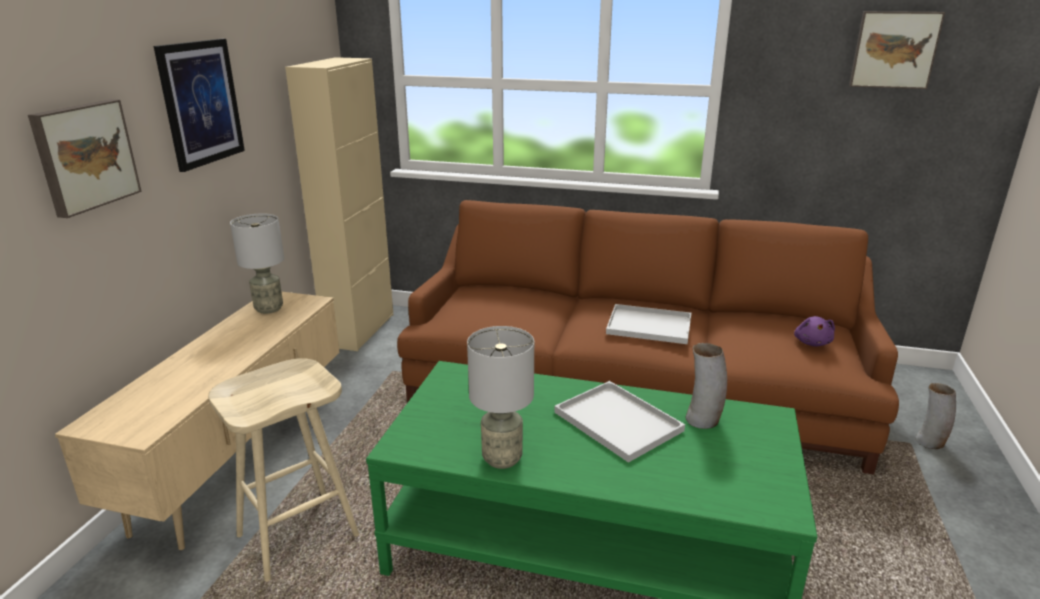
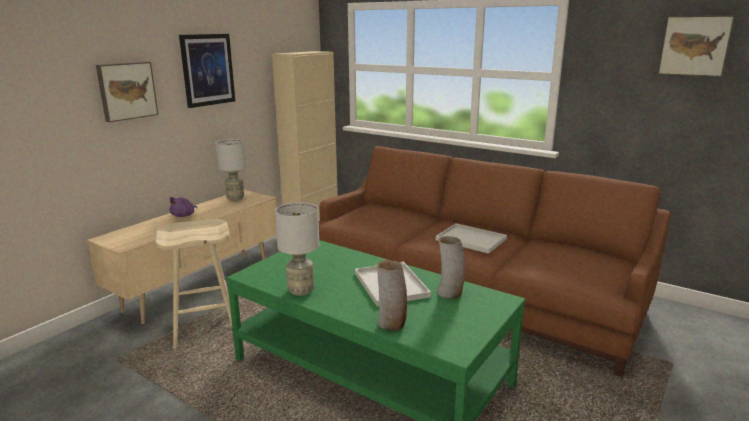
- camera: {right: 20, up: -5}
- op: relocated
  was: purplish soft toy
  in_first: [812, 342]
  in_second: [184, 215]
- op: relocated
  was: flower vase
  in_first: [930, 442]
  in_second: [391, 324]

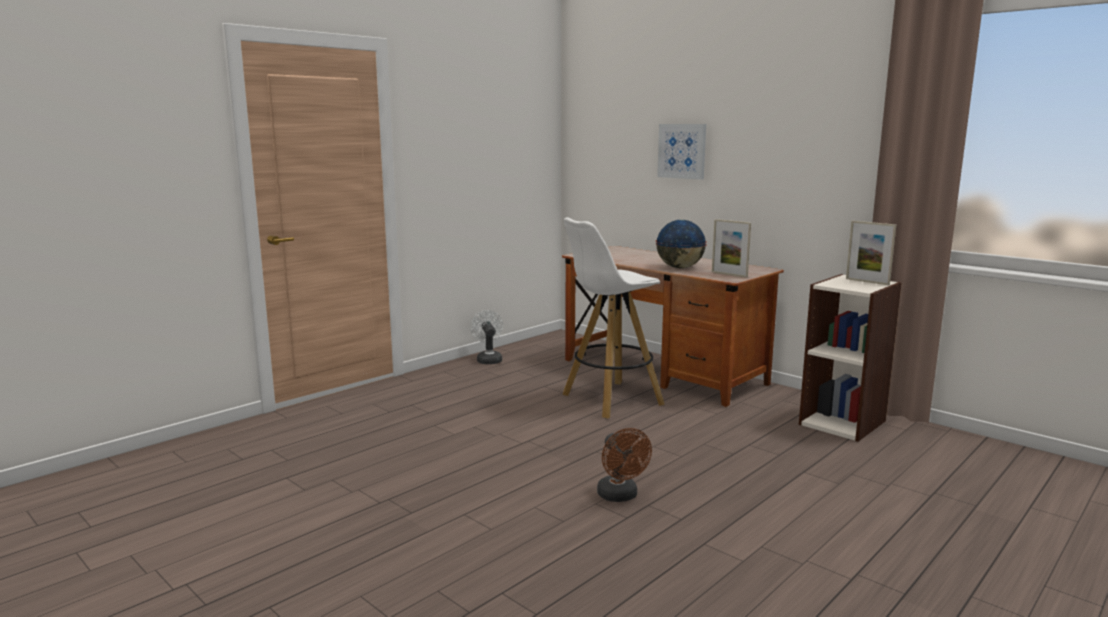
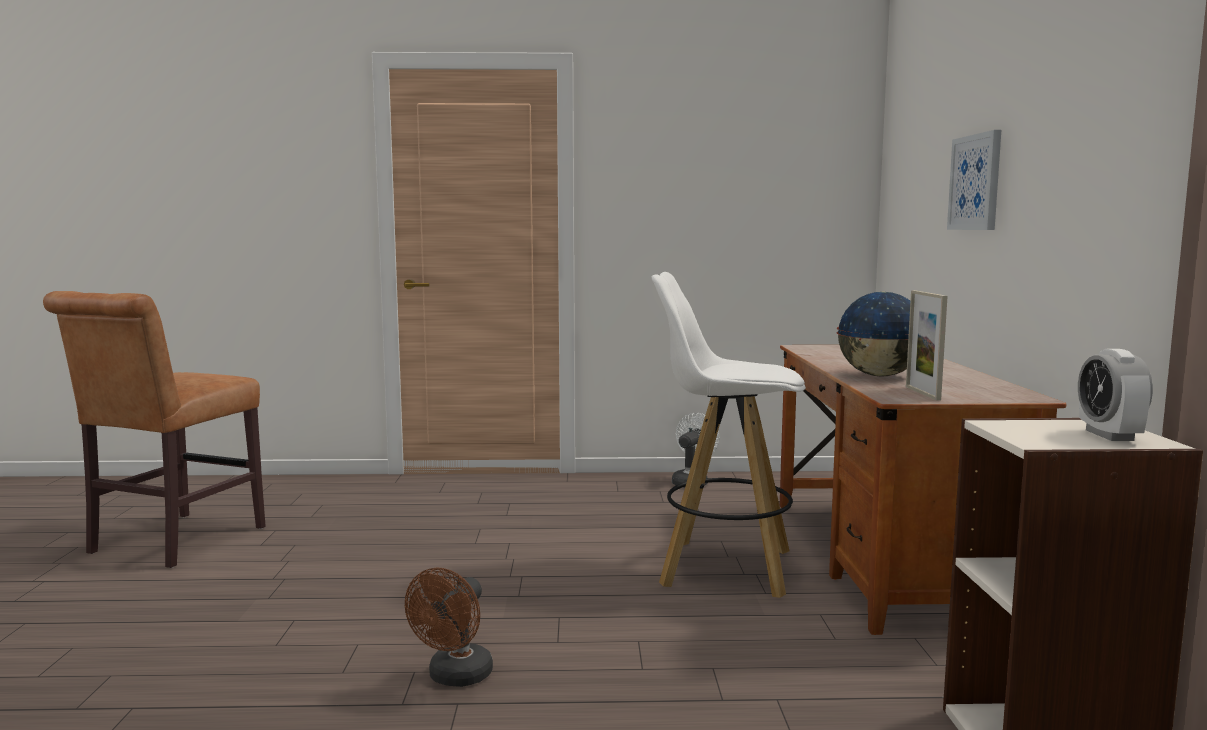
- camera: {right: 45, up: -5}
- op: exchanged
  was: standing frame
  now: table clock
  in_first: [867, 282]
  in_second: [1109, 435]
- op: appeared
  now: brownish upright chair
  in_second: [171, 543]

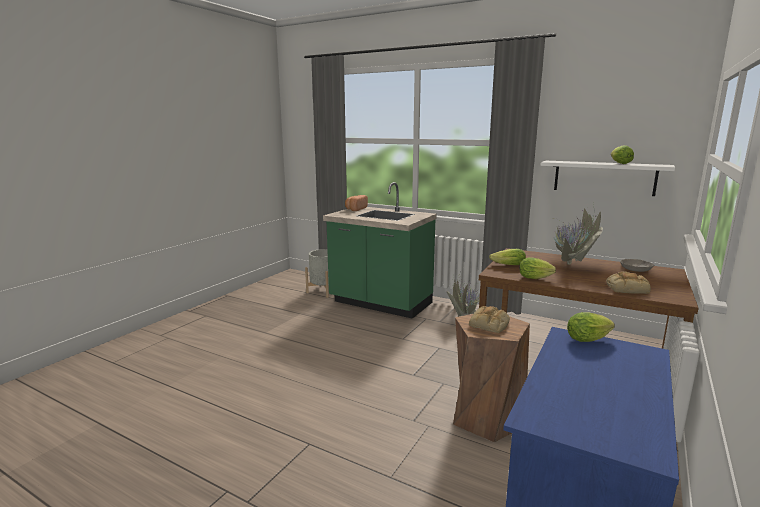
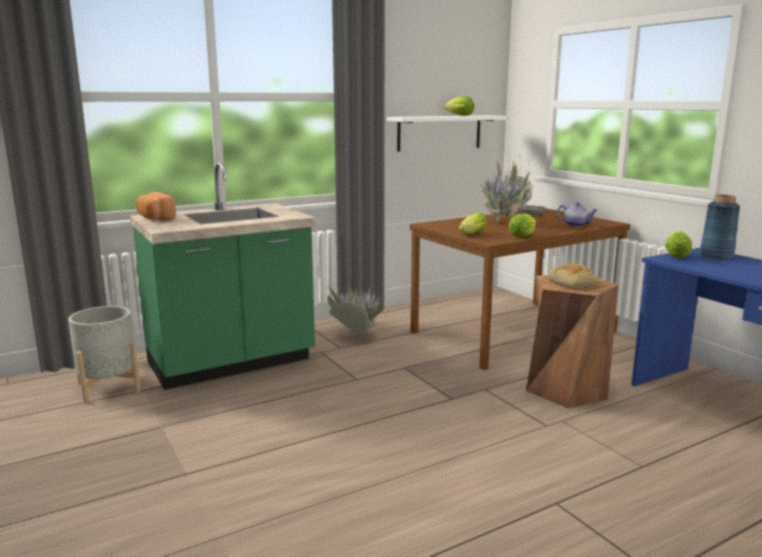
- camera: {right: -60, up: 0}
- op: exchanged
  was: bakery bread
  now: tea pot
  in_first: [627, 288]
  in_second: [576, 225]
- op: appeared
  now: blue-coloured flower vase
  in_second: [716, 256]

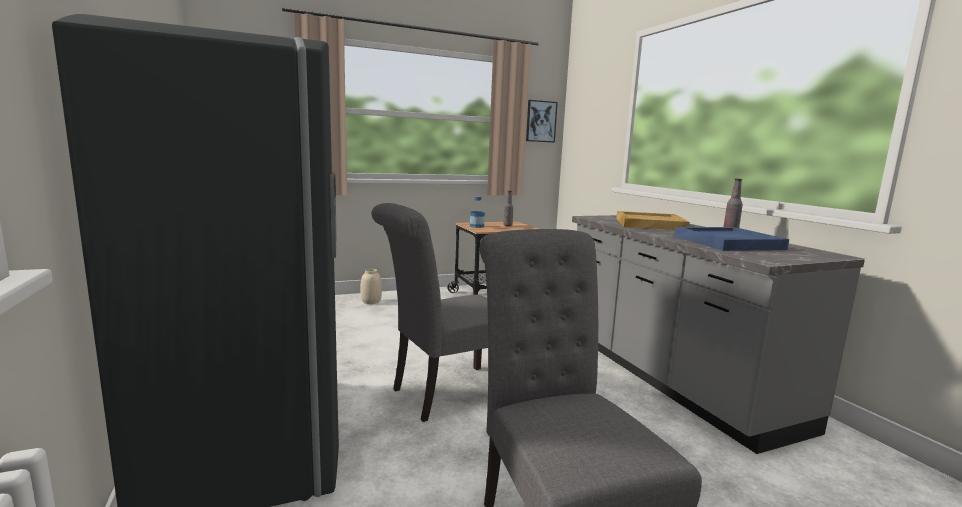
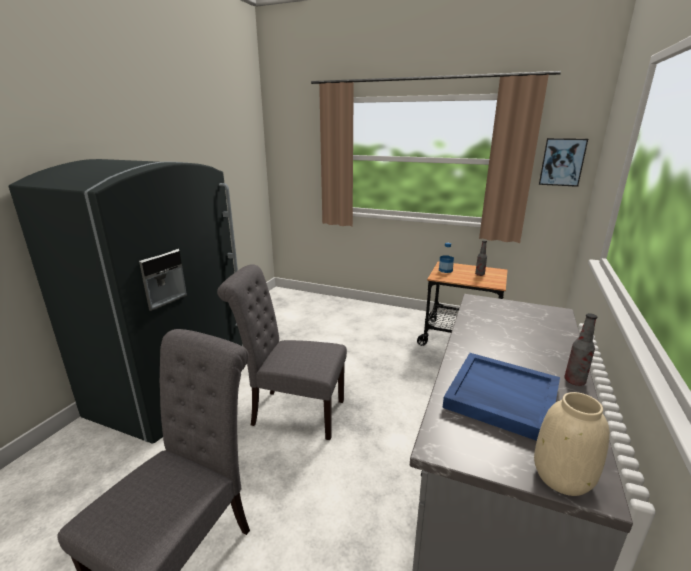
- camera: {right: 45, up: 10}
- op: relocated
  was: beige flower vase
  in_first: [370, 301]
  in_second: [561, 476]
- op: missing
  was: beige carrying tray
  in_first: [649, 224]

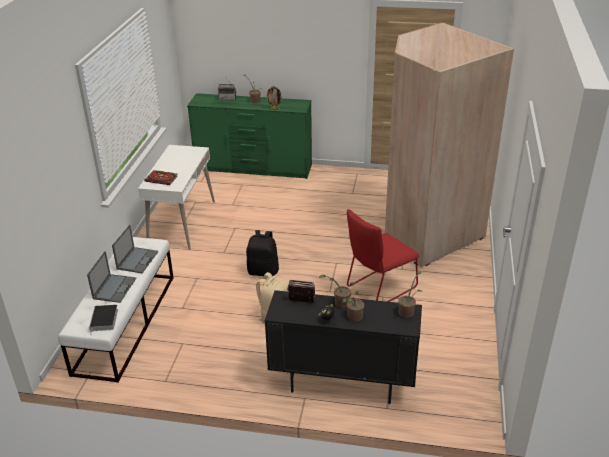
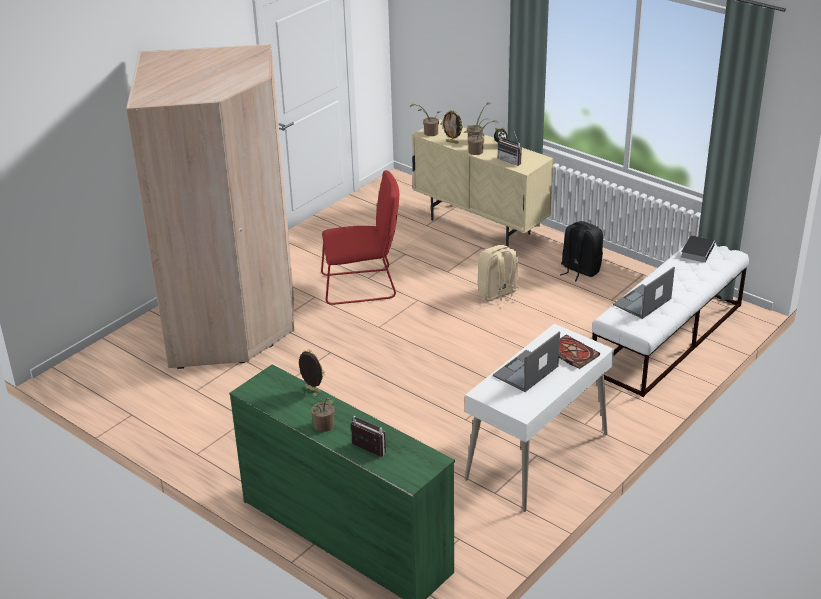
- camera: {right: -150, up: 0}
- op: relocated
  was: laptop
  in_first: [114, 288]
  in_second: [525, 372]
- op: relocated
  was: blackish backpack
  in_first: [263, 271]
  in_second: [579, 270]
- op: colour
  was: blackish storage cabinet
  now: beige storage cabinet
  in_first: [342, 383]
  in_second: [480, 227]
- op: appeared
  now: standing frame
  in_second: [452, 142]

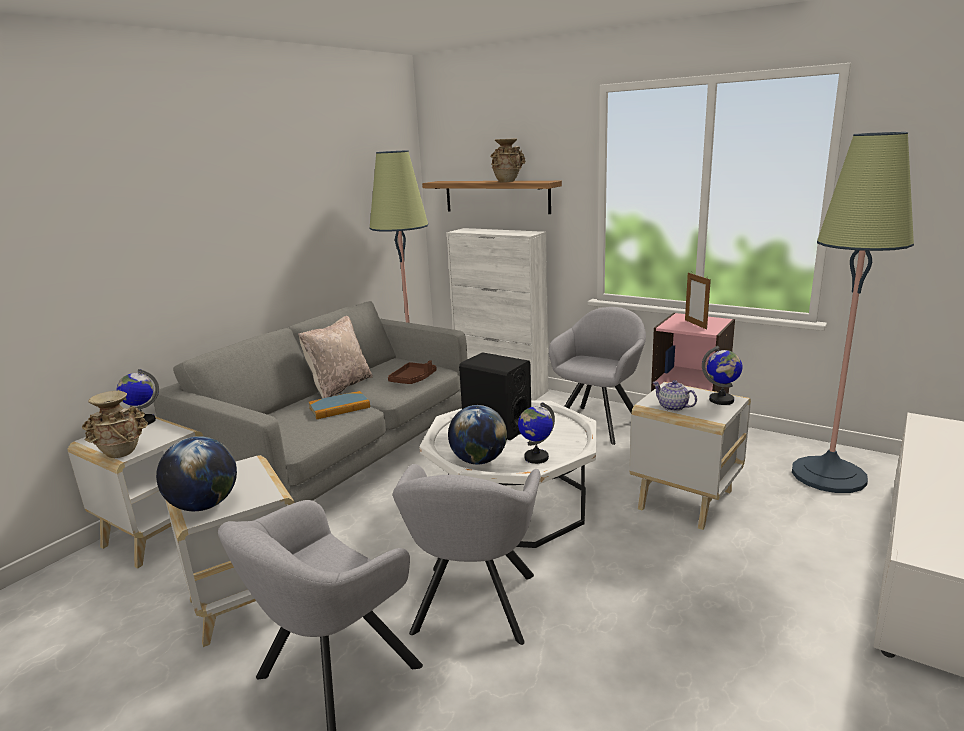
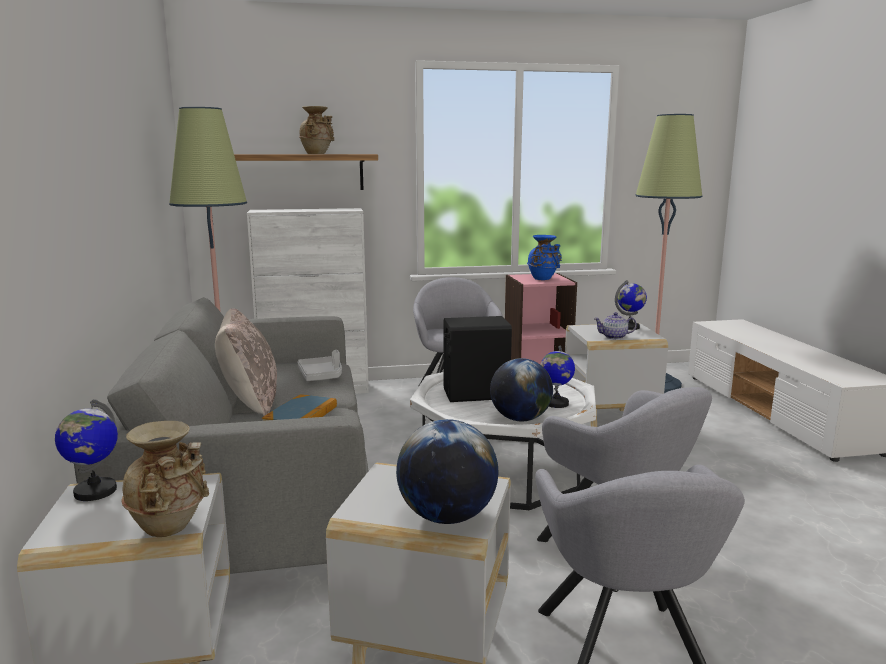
- camera: {right: -45, up: -5}
- op: colour
  was: brownish carrying tray
  now: gray carrying tray
  in_first: [413, 379]
  in_second: [321, 376]
- op: exchanged
  was: standing frame
  now: blue-coloured flower vase
  in_first: [695, 324]
  in_second: [543, 279]

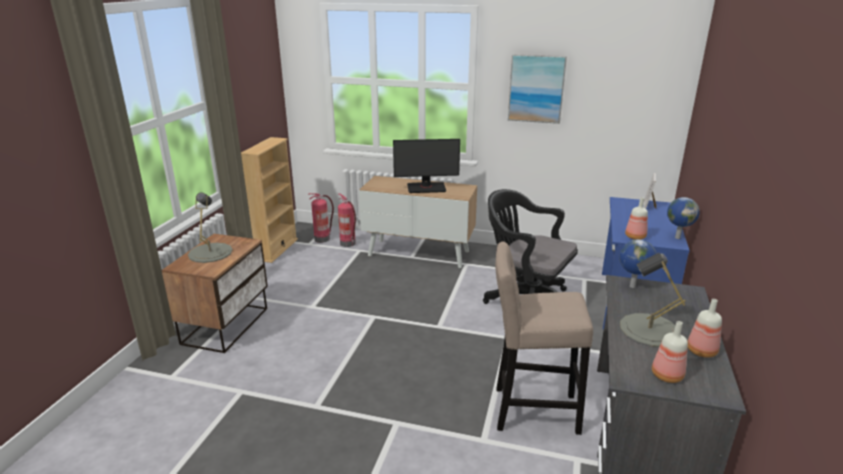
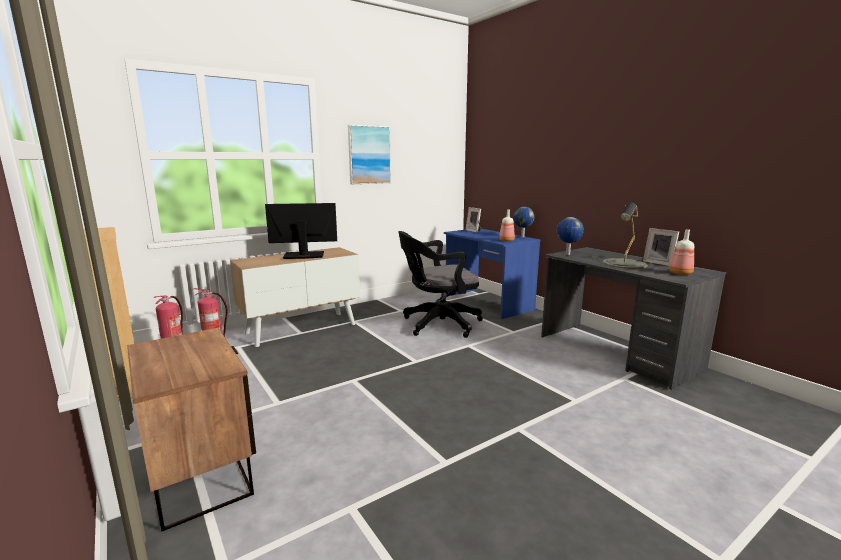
- camera: {right: -50, up: -10}
- op: missing
  was: gray table lamp
  in_first: [210, 253]
- op: spun
  was: computer display
  in_first: [426, 188]
  in_second: [304, 255]
  clockwise: -135
- op: missing
  was: beige stool
  in_first: [530, 410]
- op: exchanged
  was: drink bottle
  now: standing frame
  in_first: [702, 352]
  in_second: [659, 263]

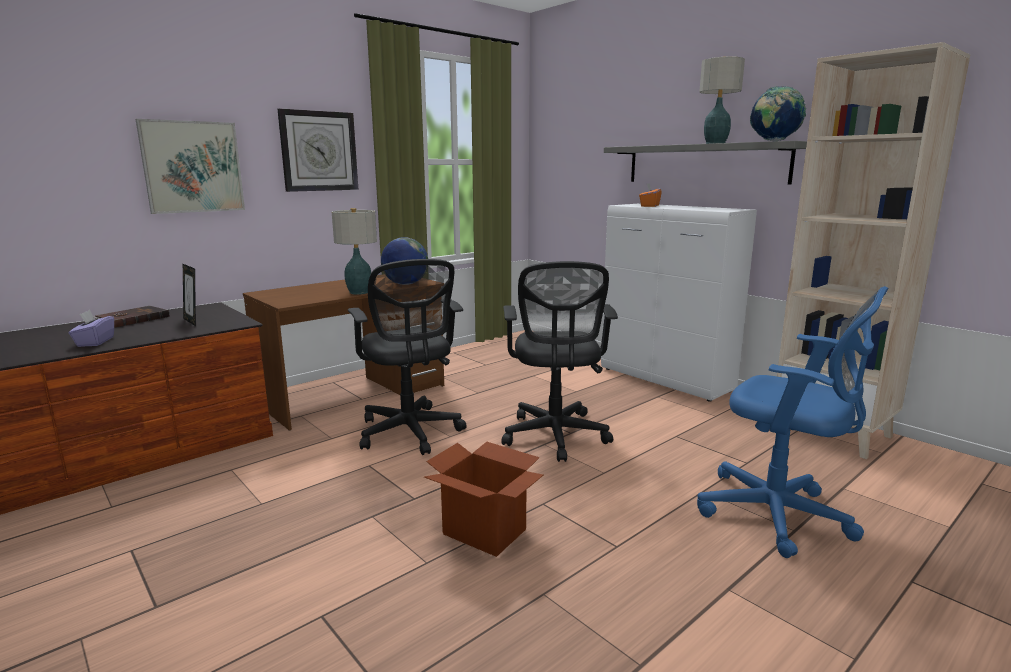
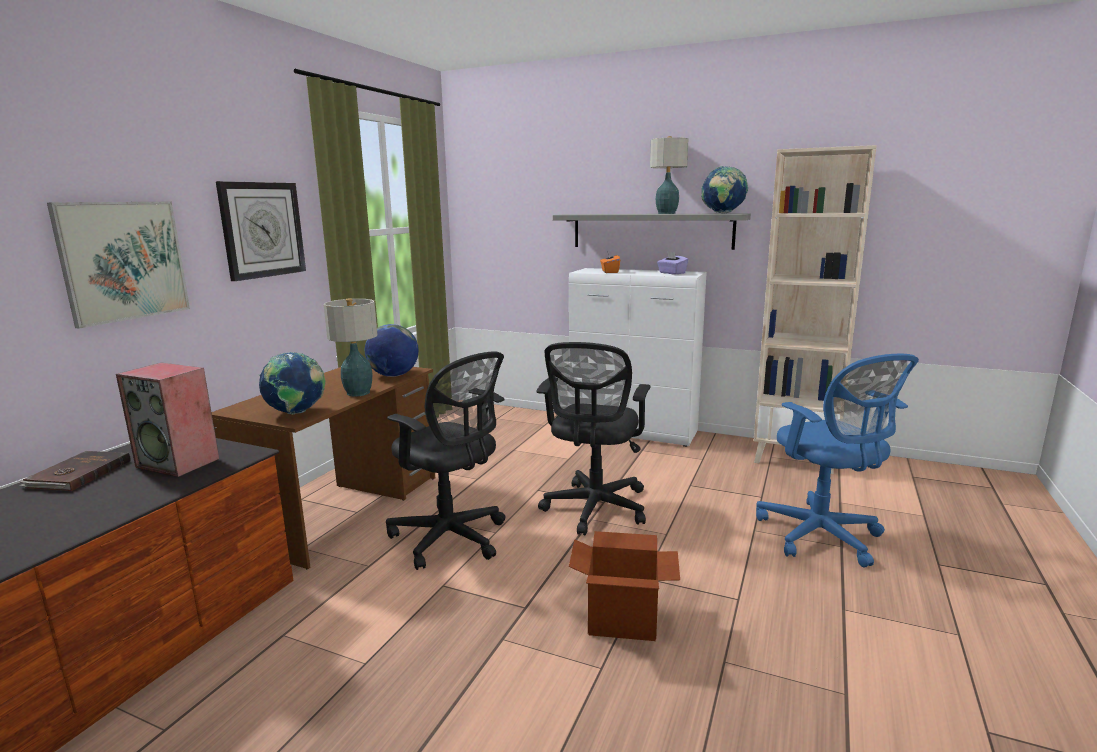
- camera: {right: -25, up: 0}
- op: relocated
  was: purplish tissue holder
  in_first: [95, 342]
  in_second: [671, 273]
- op: exchanged
  was: standing frame
  now: speaker
  in_first: [193, 321]
  in_second: [179, 462]
- op: spun
  was: blackish desk chair
  in_first: [555, 437]
  in_second: [594, 510]
  clockwise: 45
- op: spun
  was: blue-coloured desk chair
  in_first: [780, 516]
  in_second: [822, 537]
  clockwise: 60
- op: appeared
  now: world globe
  in_second: [296, 413]

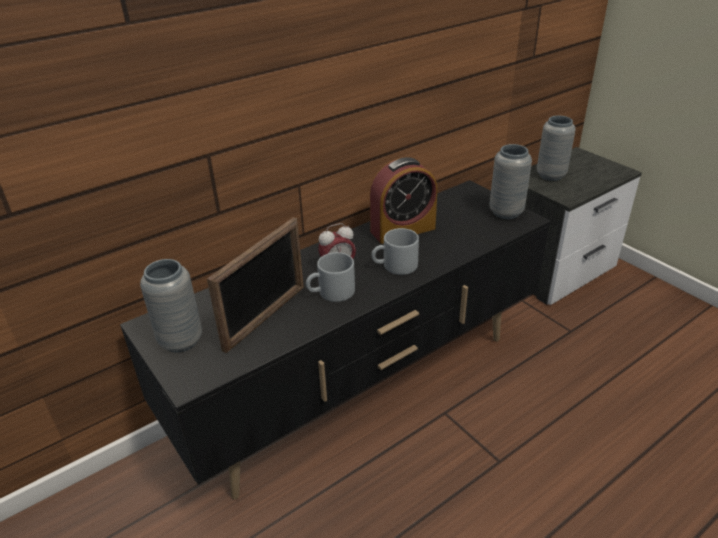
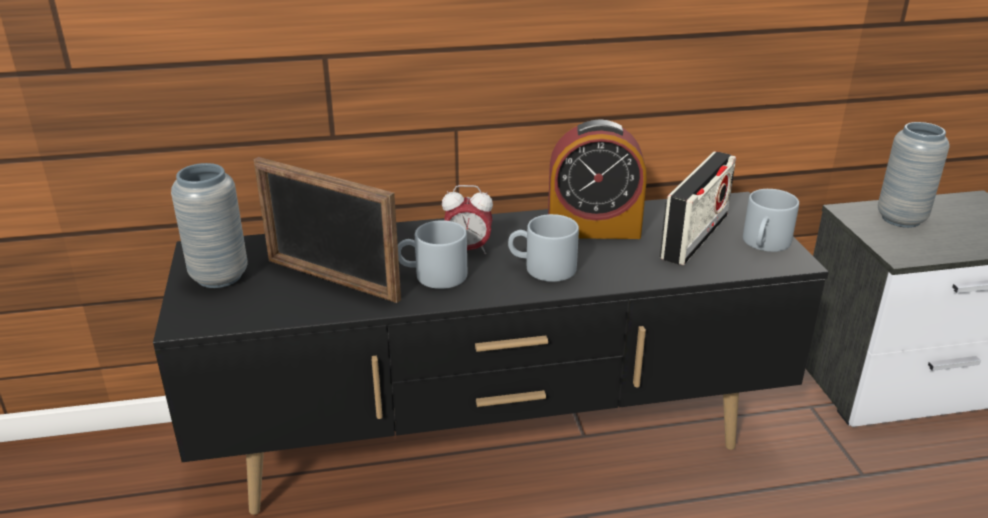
- camera: {right: 25, up: -5}
- op: spun
  was: standing frame
  in_first: [266, 317]
  in_second: [331, 280]
  clockwise: 60
- op: exchanged
  was: gray flower vase
  now: gray tea mug
  in_first: [506, 212]
  in_second: [765, 244]
- op: appeared
  now: radio
  in_second: [694, 237]

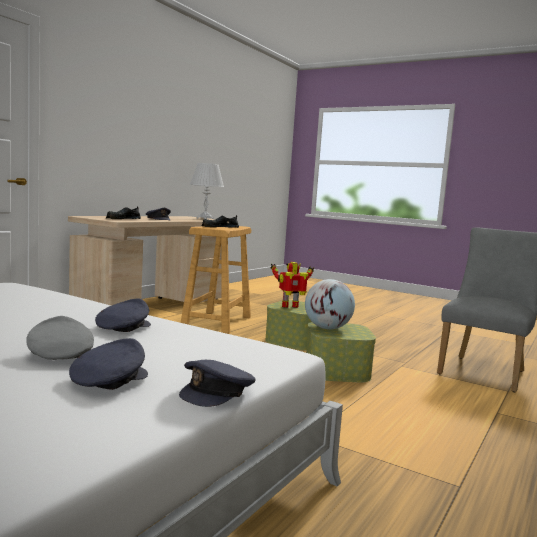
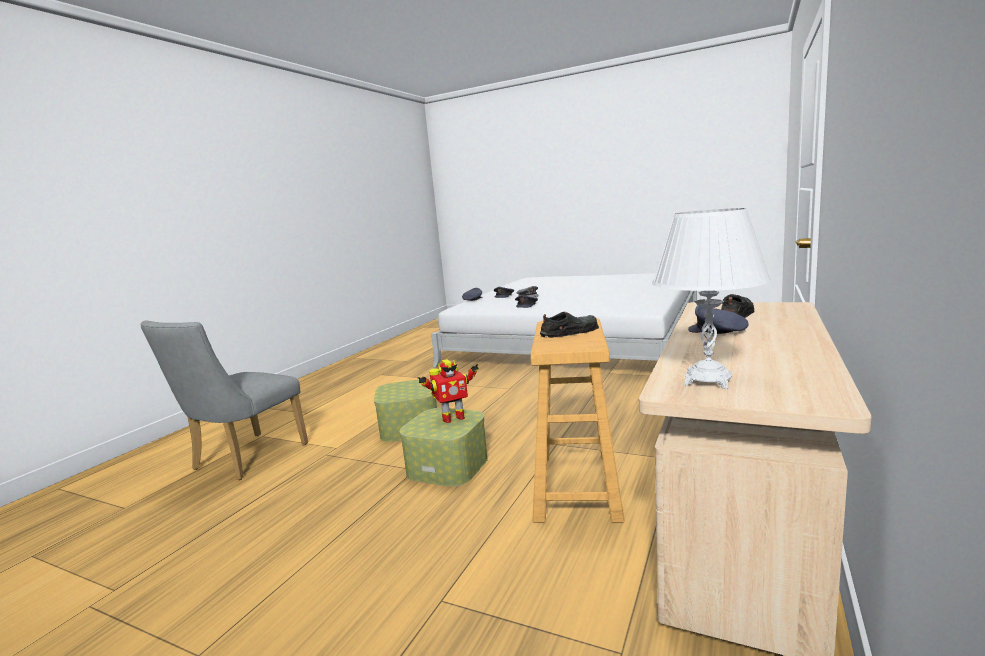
- camera: {right: 175, up: 5}
- op: missing
  was: world globe
  in_first: [327, 328]

